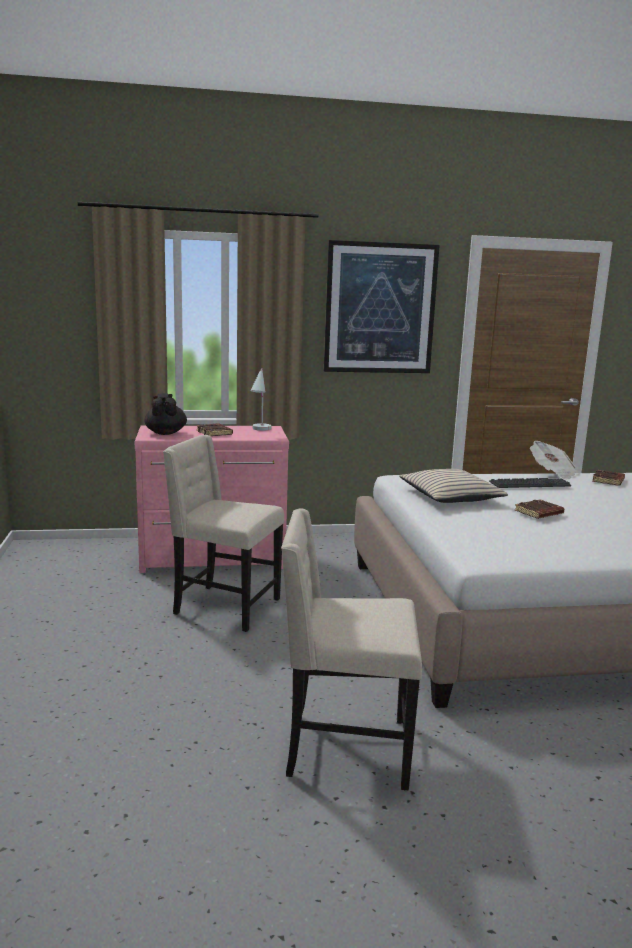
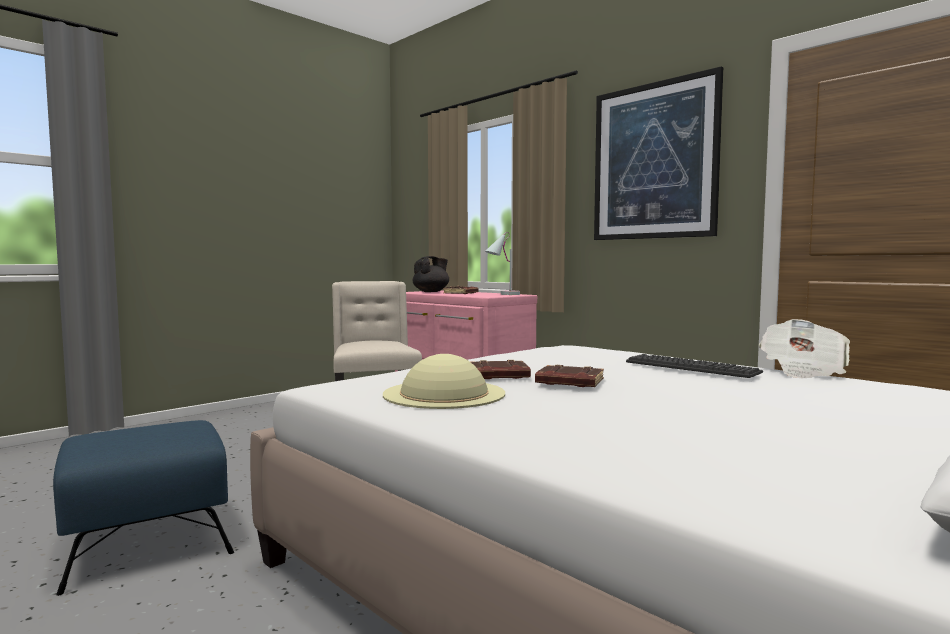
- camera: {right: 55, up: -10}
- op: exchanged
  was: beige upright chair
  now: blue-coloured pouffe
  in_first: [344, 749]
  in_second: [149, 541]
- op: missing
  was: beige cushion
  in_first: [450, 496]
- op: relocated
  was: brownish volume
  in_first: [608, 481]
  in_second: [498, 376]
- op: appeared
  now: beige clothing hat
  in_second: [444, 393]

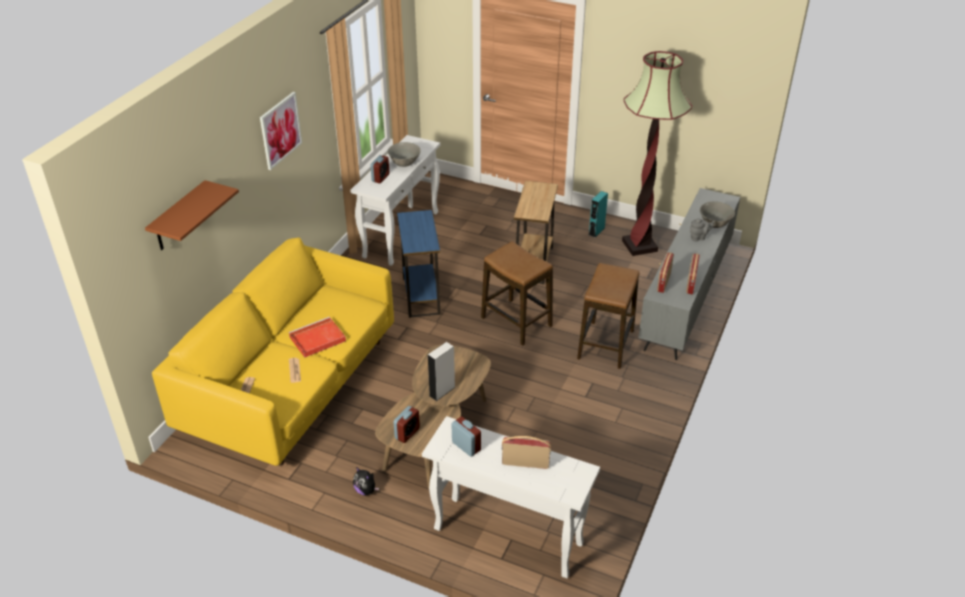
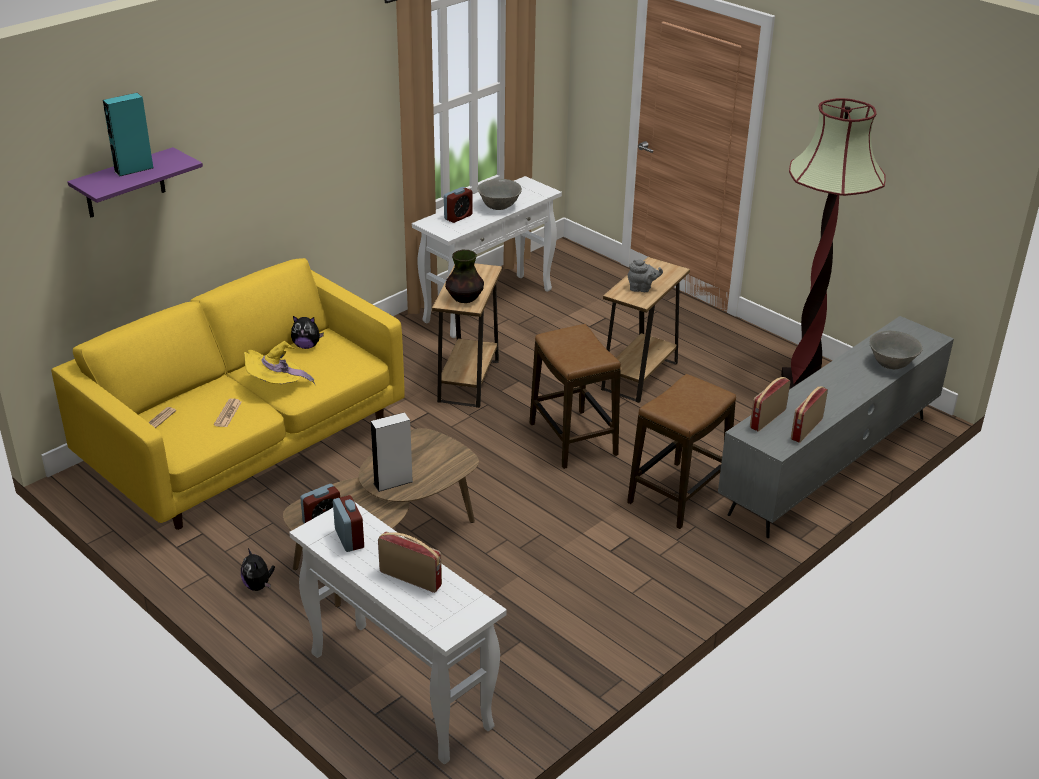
- camera: {right: 20, up: -5}
- op: colour
  was: brownish wall shelf
  now: purplish wall shelf
  in_first: [179, 217]
  in_second: [124, 184]
- op: missing
  was: wall picture
  in_first: [280, 130]
- op: exchanged
  was: reddish carrying tray
  now: yellow-coloured clothing hat
  in_first: [316, 339]
  in_second: [276, 386]
- op: colour
  was: blue-coloured accent table
  now: brownish accent table
  in_first: [421, 296]
  in_second: [468, 381]
- op: relocated
  was: blue-green speaker
  in_first: [596, 231]
  in_second: [134, 169]
- op: relocated
  was: gray tea pot
  in_first: [699, 237]
  in_second: [642, 289]
- op: appeared
  now: soft toy
  in_second: [306, 346]
- op: appeared
  now: flower vase
  in_second: [464, 299]

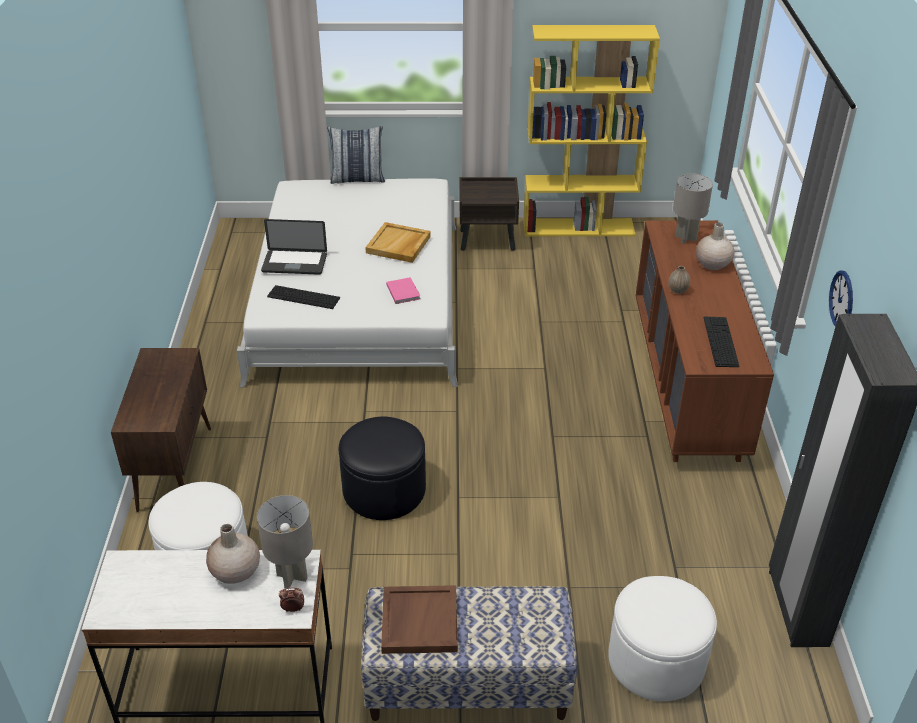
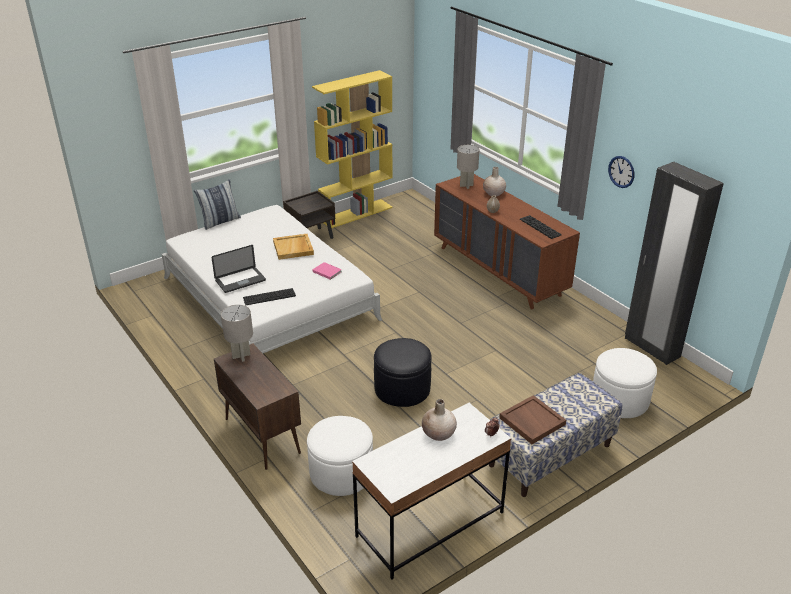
- camera: {right: -35, up: -5}
- op: relocated
  was: gray table lamp
  in_first: [292, 577]
  in_second: [241, 356]

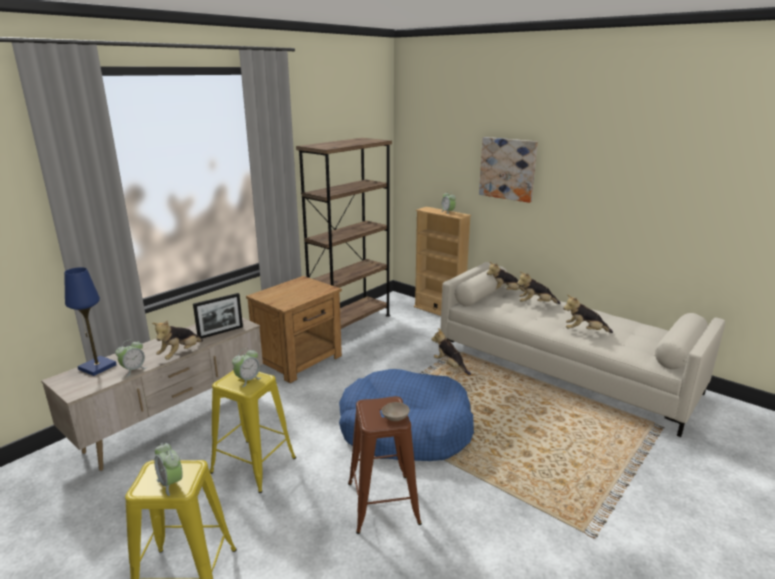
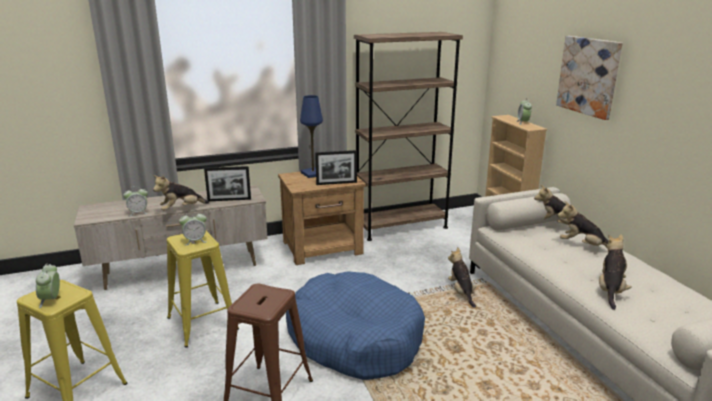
- camera: {right: 30, up: 0}
- op: relocated
  was: blue-coloured table lamp
  in_first: [97, 367]
  in_second: [313, 174]
- op: missing
  was: beige serving bowl
  in_first: [395, 417]
- op: spun
  was: soft toy
  in_first: [584, 331]
  in_second: [610, 290]
  clockwise: 75
- op: appeared
  now: standing frame
  in_second: [336, 183]

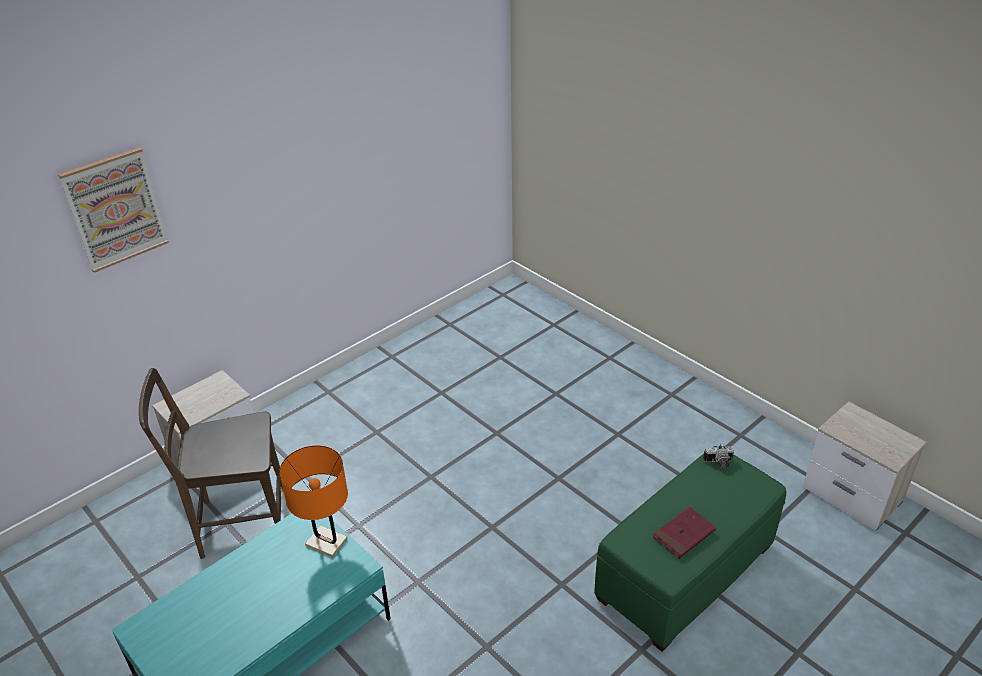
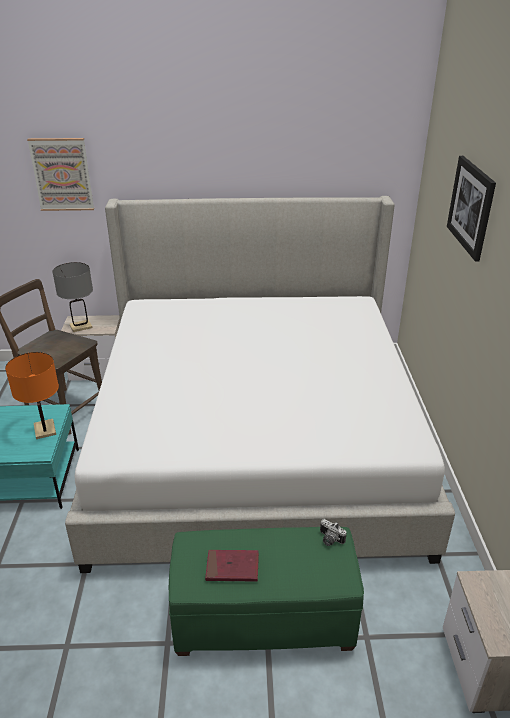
- camera: {right: 40, up: -5}
- op: appeared
  now: gray table lamp
  in_second: [81, 326]
- op: appeared
  now: bedroom bed
  in_second: [255, 442]
- op: appeared
  now: wall picture
  in_second: [471, 206]

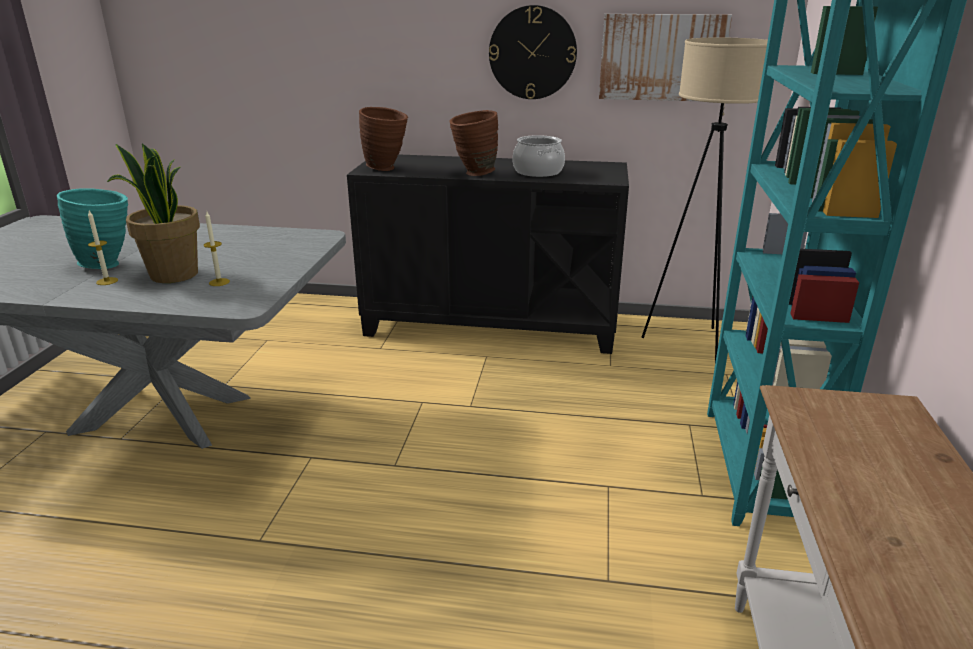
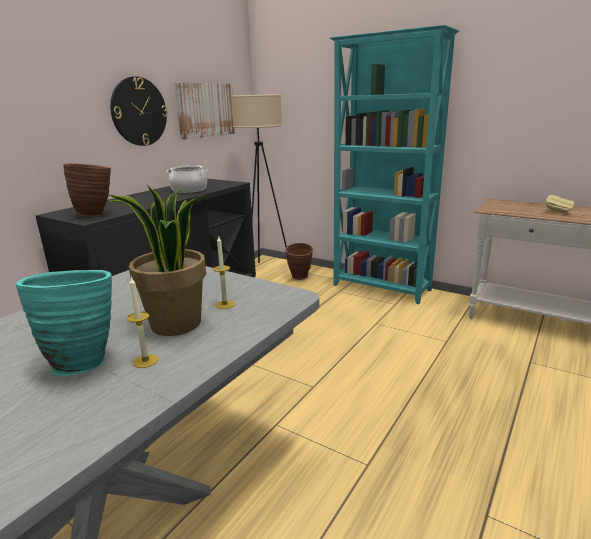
- camera: {right: -65, up: -5}
- op: relocated
  was: brownish flower vase
  in_first: [473, 174]
  in_second: [300, 278]
- op: appeared
  now: bakery bread
  in_second: [557, 212]

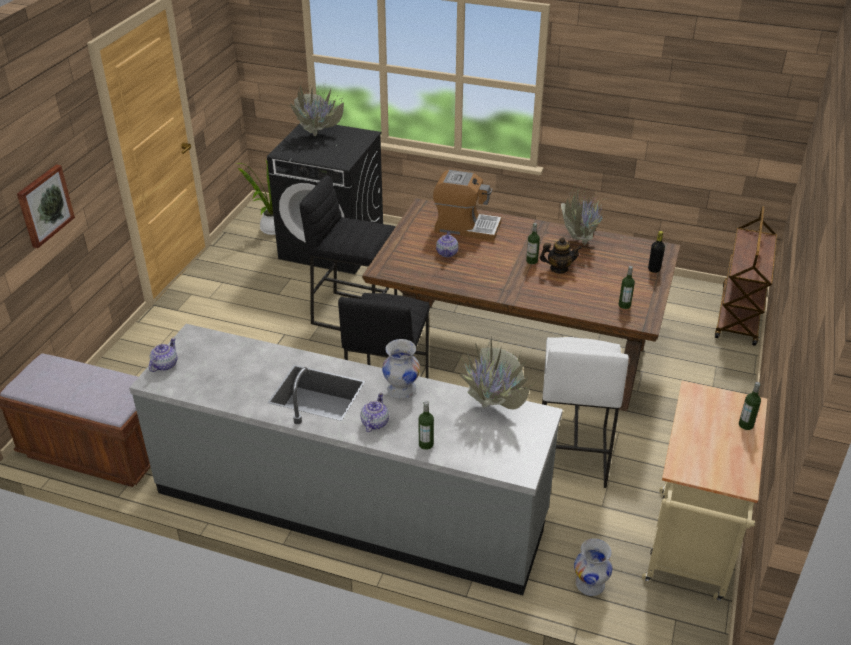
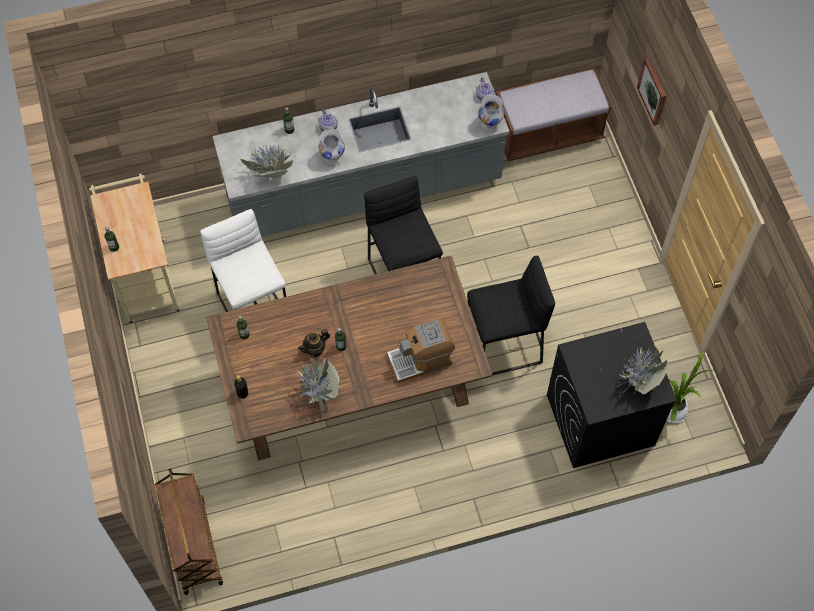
- camera: {right: 145, up: 25}
- op: missing
  was: tea pot
  in_first: [447, 253]
- op: relocated
  was: white-coloured flower vase
  in_first: [589, 584]
  in_second: [490, 124]

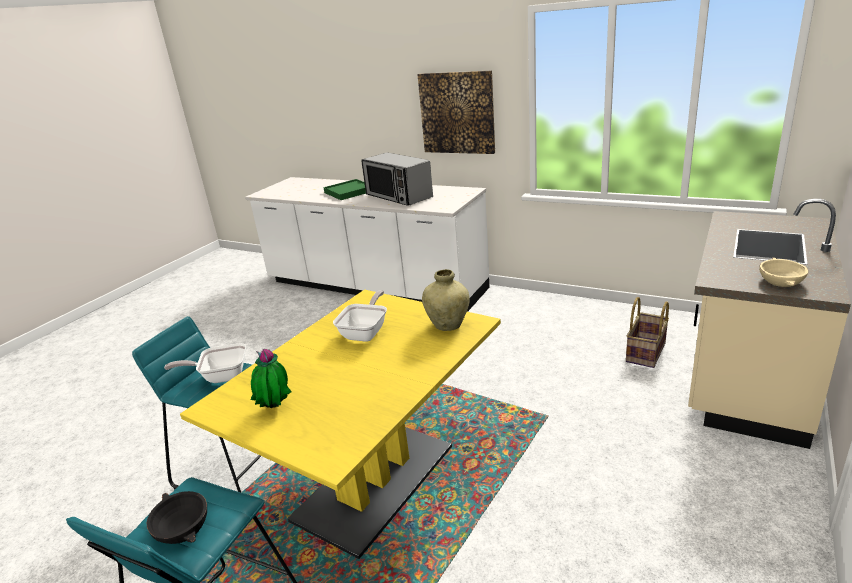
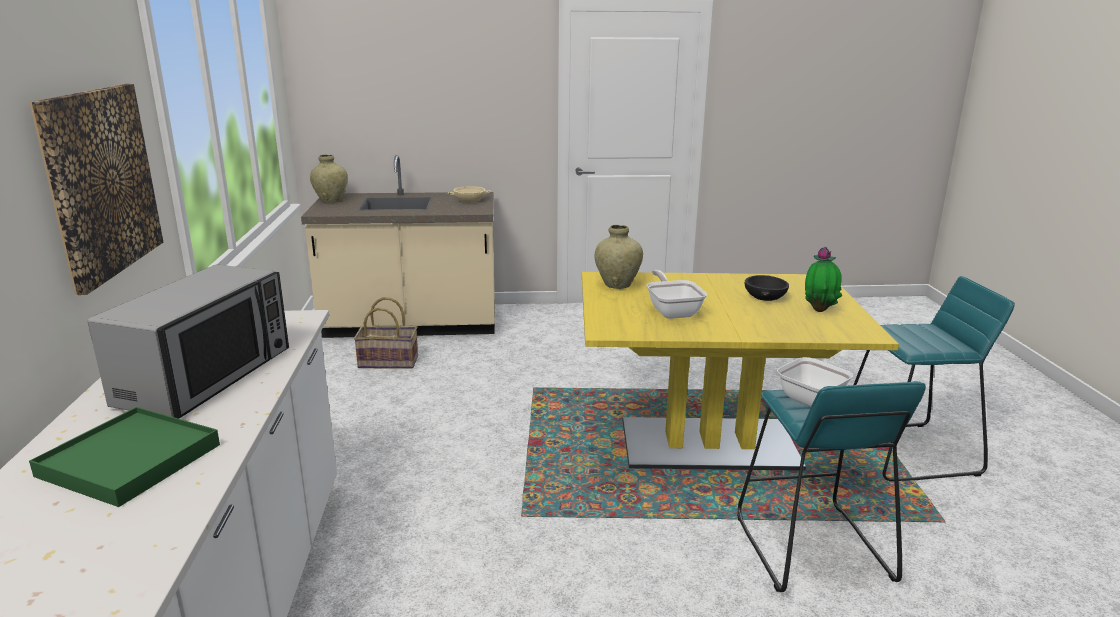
- camera: {right: -125, up: -5}
- op: relocated
  was: blackish serving bowl
  in_first: [183, 528]
  in_second: [764, 297]
- op: spun
  was: frying pan
  in_first: [366, 332]
  in_second: [672, 311]
  clockwise: 90
- op: appeared
  now: beige flower vase
  in_second: [331, 200]

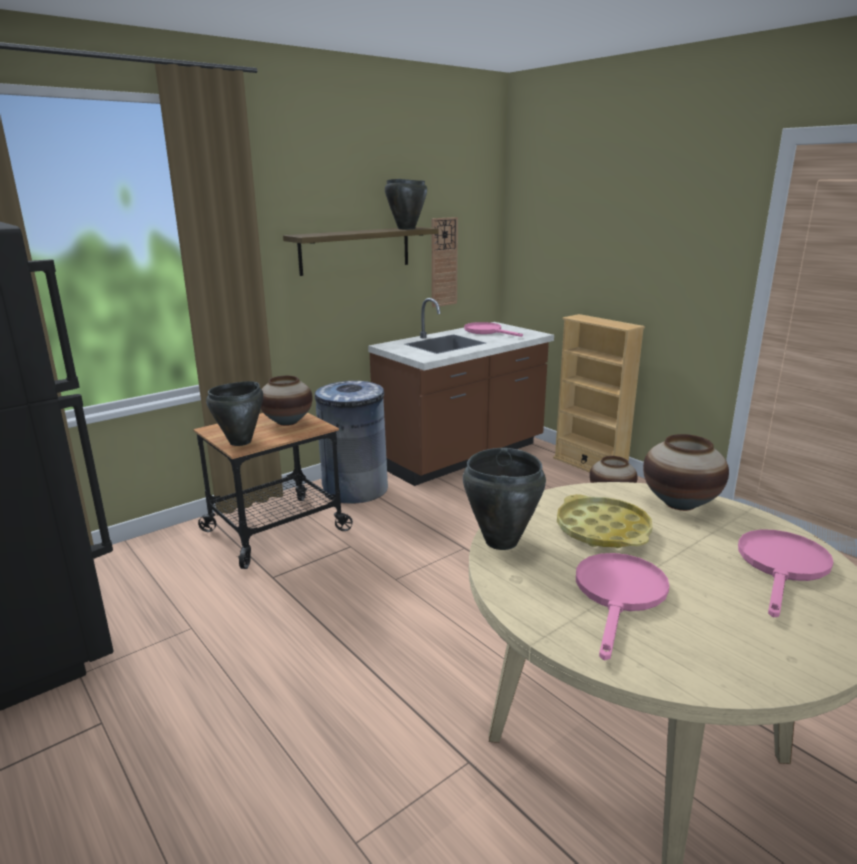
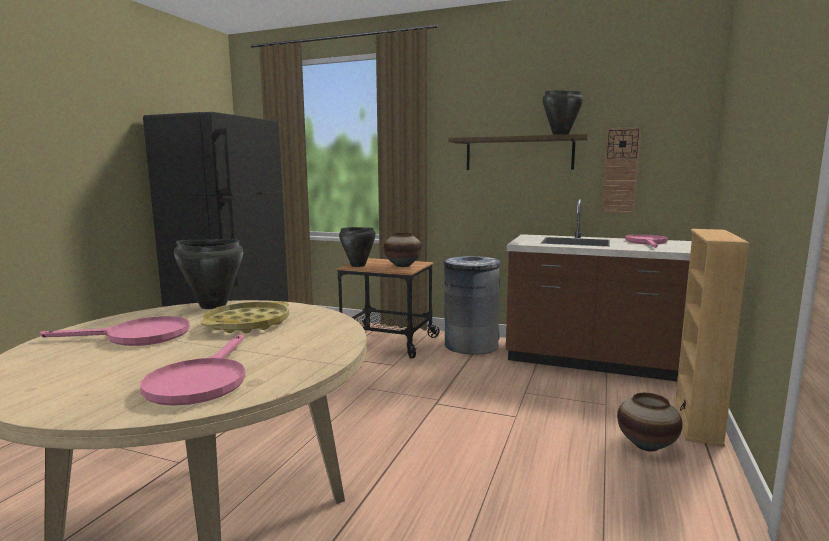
- camera: {right: 60, up: -10}
- op: missing
  was: flower vase
  in_first: [680, 504]
- op: spun
  was: pink frying pan
  in_first: [782, 567]
  in_second: [201, 381]
  clockwise: 90

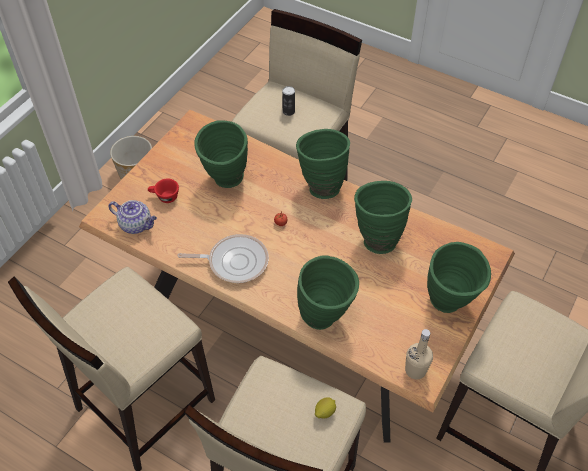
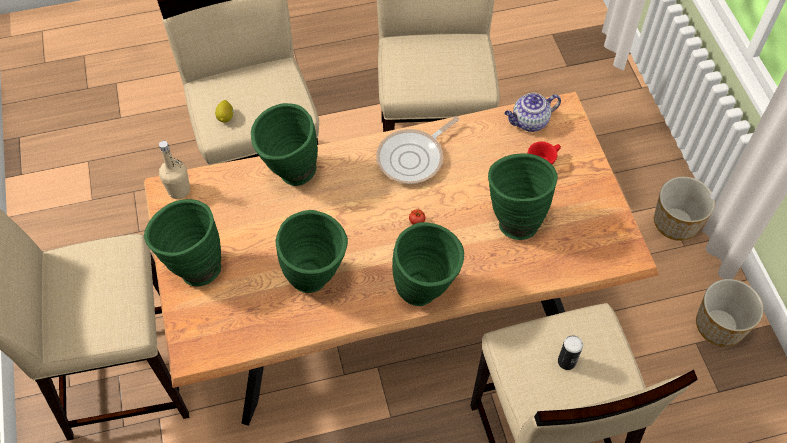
- camera: {right: 135, up: 5}
- op: appeared
  now: plant pot
  in_second: [675, 222]

